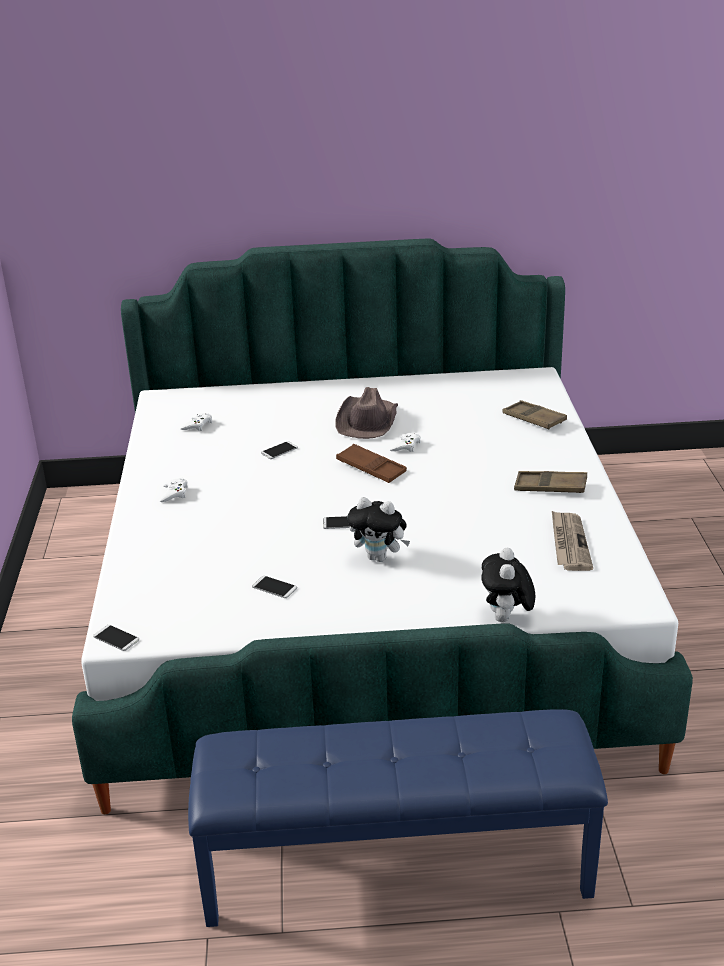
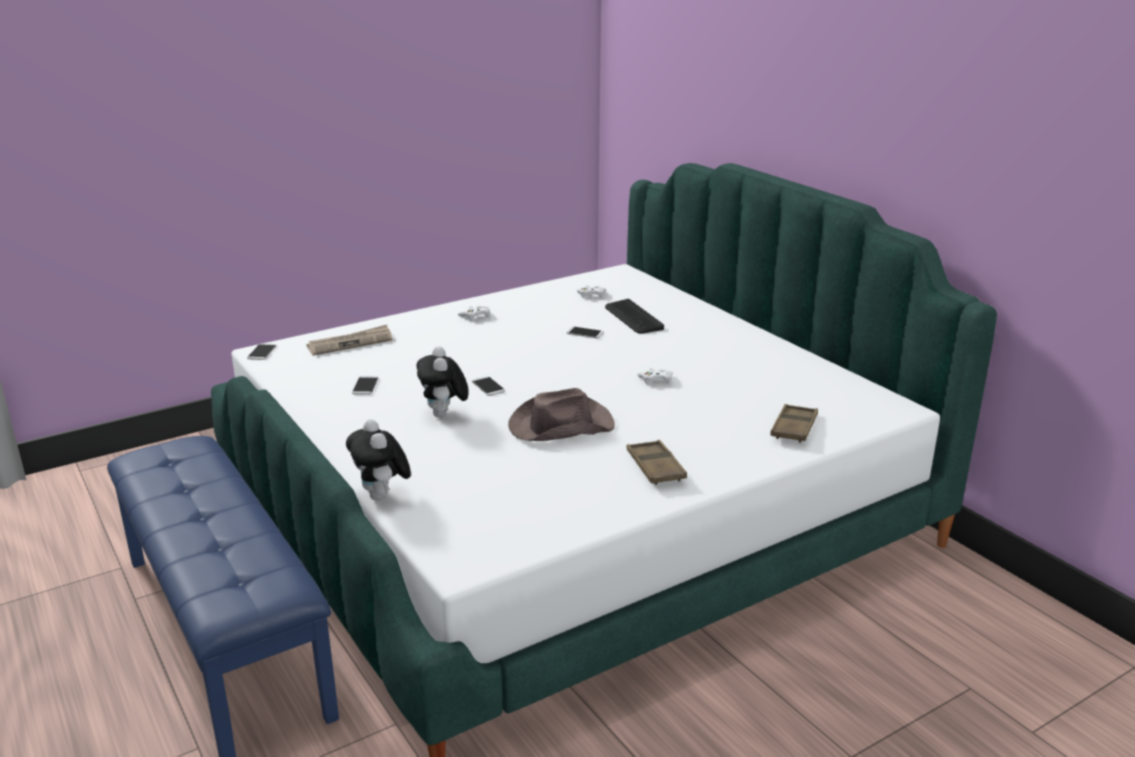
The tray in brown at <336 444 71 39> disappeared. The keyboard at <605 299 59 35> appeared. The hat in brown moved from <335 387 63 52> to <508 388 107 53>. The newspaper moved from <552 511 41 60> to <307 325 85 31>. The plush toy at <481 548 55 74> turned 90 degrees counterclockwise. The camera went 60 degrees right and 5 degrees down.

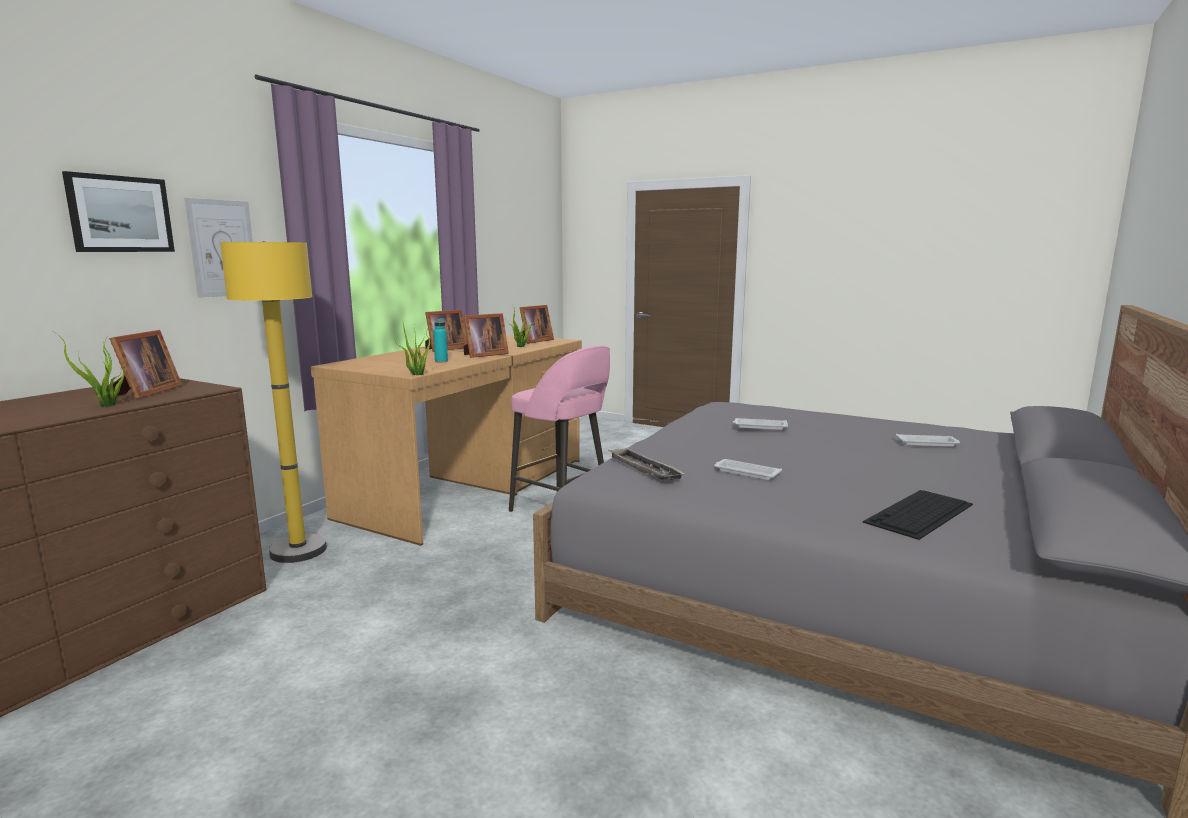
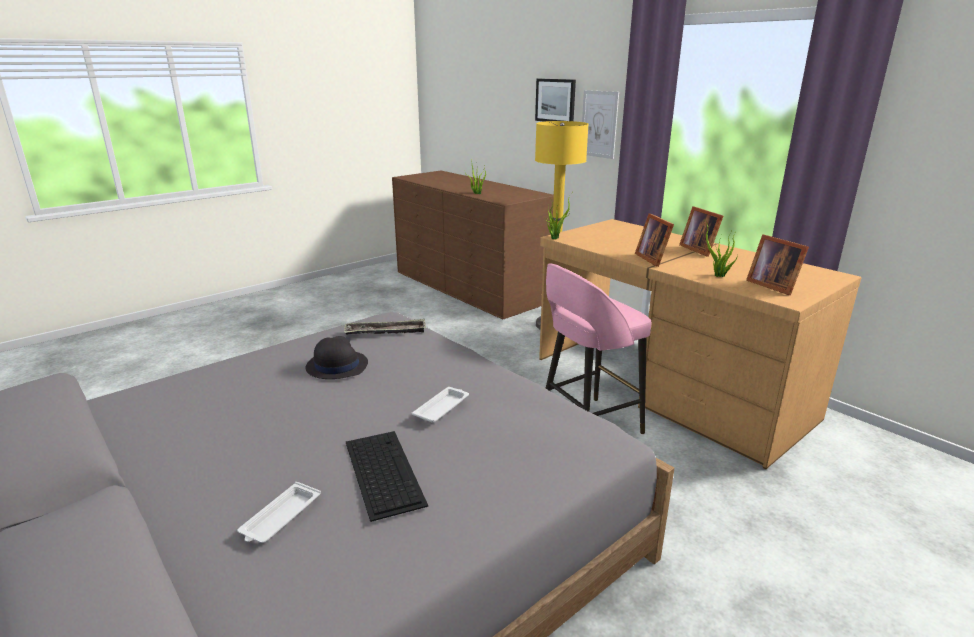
The picture frame at <110 330 72 69> disappeared. The bottle in turquoise at <433 318 15 45> disappeared. The keyboard moved from <863 490 110 50> to <346 431 82 91>. The tray in white at <714 459 68 21> was replaced by the hat in black at <305 336 63 43>. The camera went 110 degrees right and 10 degrees up.

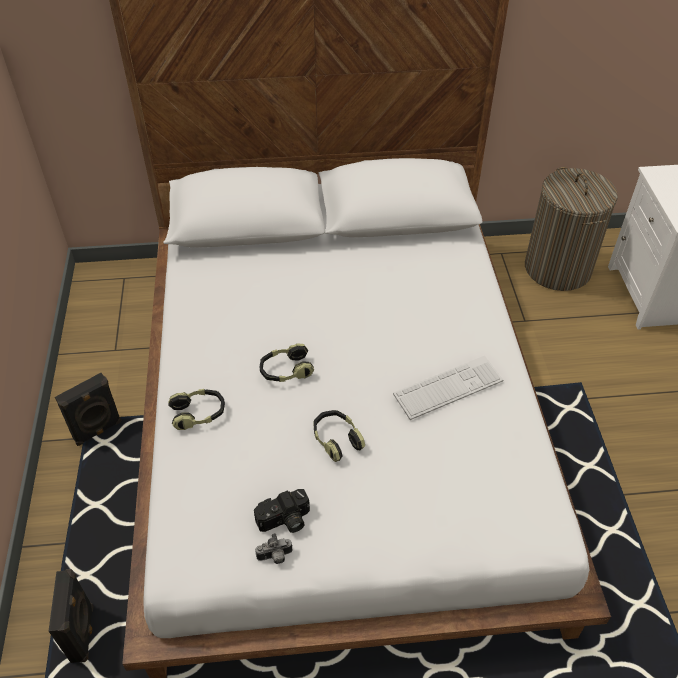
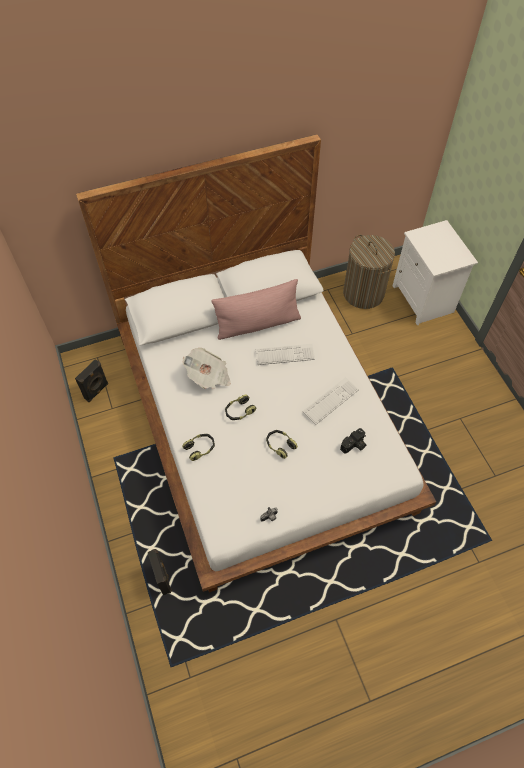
The newspaper at <183 348 48 41> appeared. The pillow in pink at <211 279 90 61> appeared. The keyboard at <256 344 59 21> appeared. The speaker in black moved from <55 373 66 73> to <75 359 33 43>. The photo camera moved from <254 489 56 44> to <340 428 26 26>. The camera went 15 degrees left and 10 degrees up.

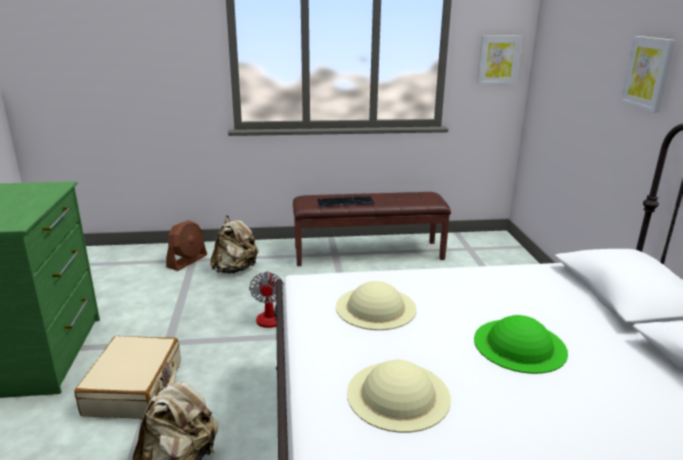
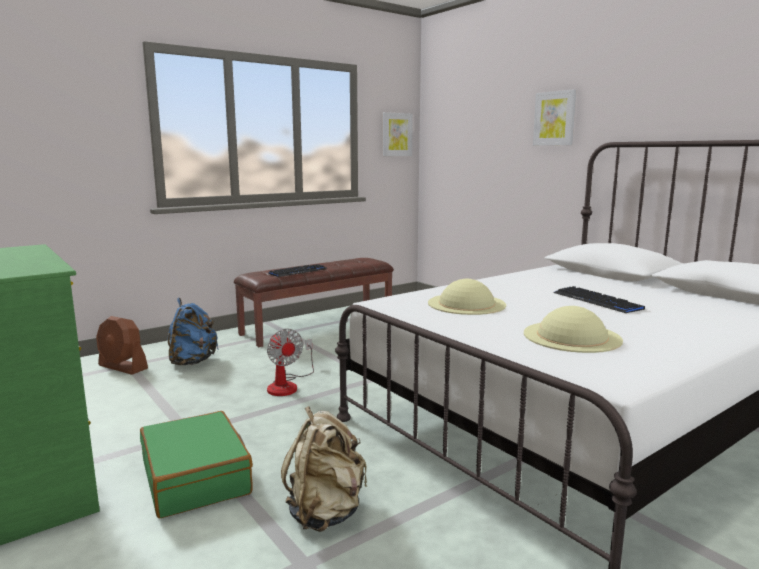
The hat in green at <474 315 94 59> was replaced by the keyboard at <554 286 91 27>. The suitcase in beige at <74 336 107 83> became the suitcase in green at <140 411 113 107>. The backpack in beige at <210 215 49 58> became the backpack in blue at <168 298 51 67>. The fan in brown at <166 220 41 51> turned 120 degrees clockwise. The camera went 30 degrees left and 10 degrees down.

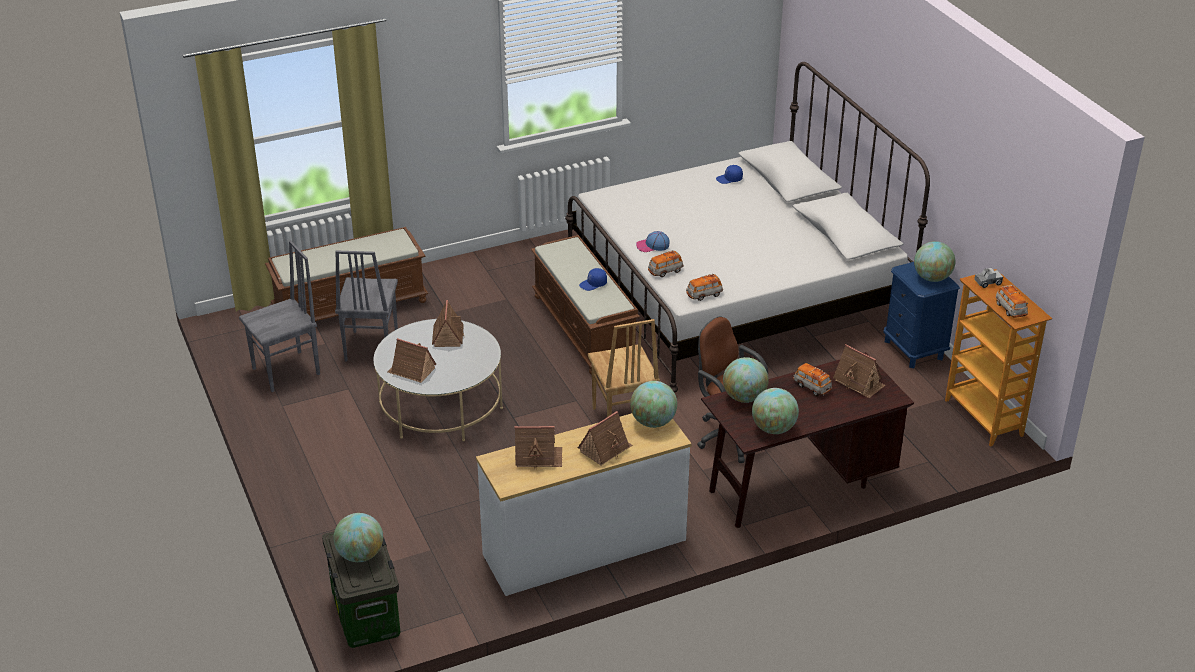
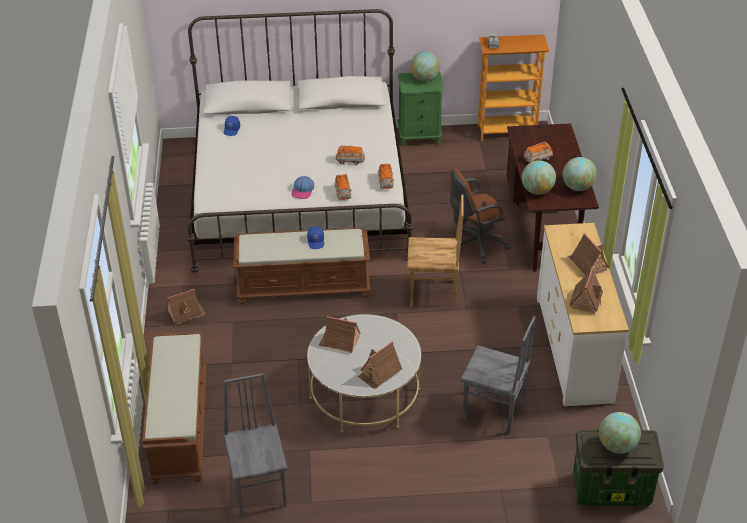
The globe at <630 381 47 47> disappeared. The chair in grey moved from <335 250 63 112> to <460 316 76 118>. The toy house moved from <833 344 53 54> to <167 289 39 35>. The toy car moved from <996 285 32 32> to <336 146 29 19>. The nightstand in blue at <883 262 77 106> became the nightstand in green at <398 72 46 75>. The camera went 70 degrees left and 5 degrees up.

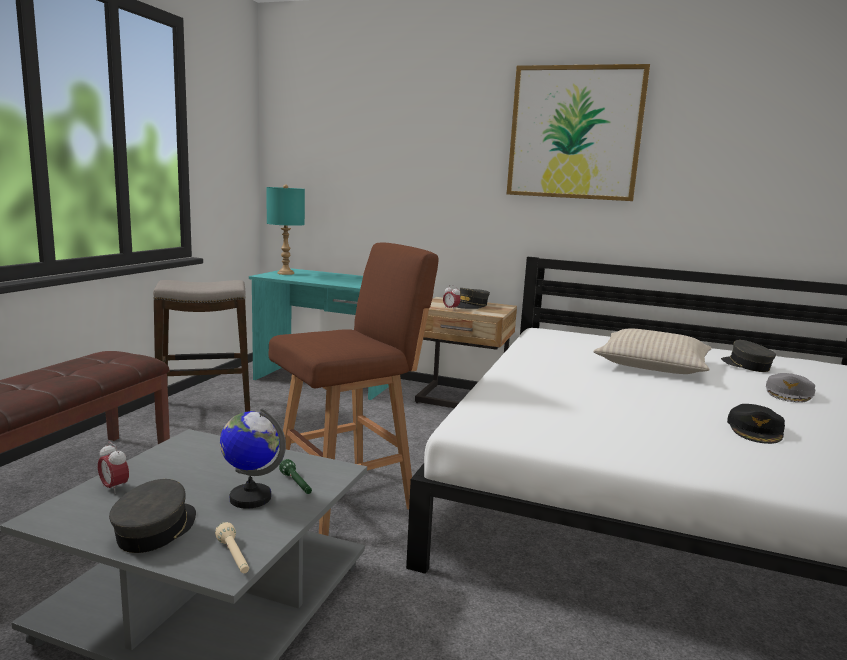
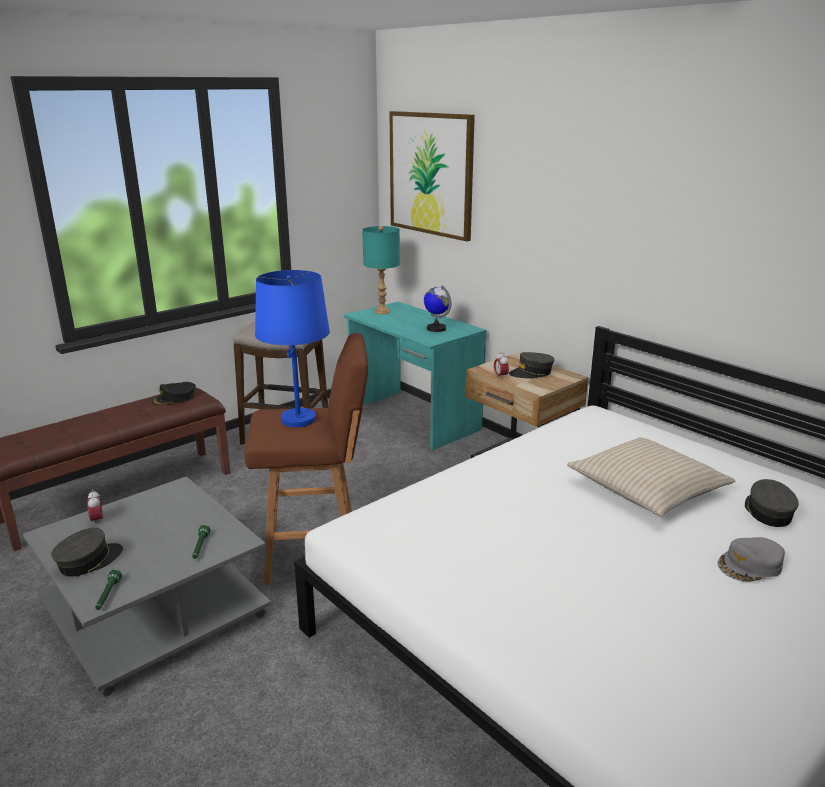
The table lamp in blue at <255 270 75 157> appeared. The globe moved from <220 408 66 101> to <424 285 27 47>. The picture moved from <507 64 143 137> to <389 111 86 130>. The cap in black moved from <727 404 58 40> to <152 382 44 24>. The flashlight in beige at <215 522 34 51> became the flashlight in green at <95 569 27 41>. The camera went 30 degrees right and 10 degrees up.

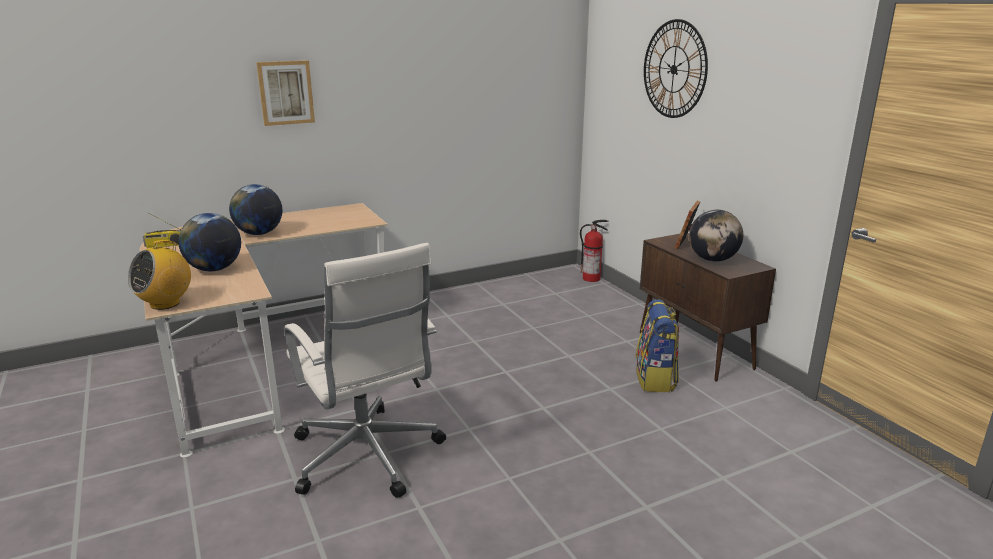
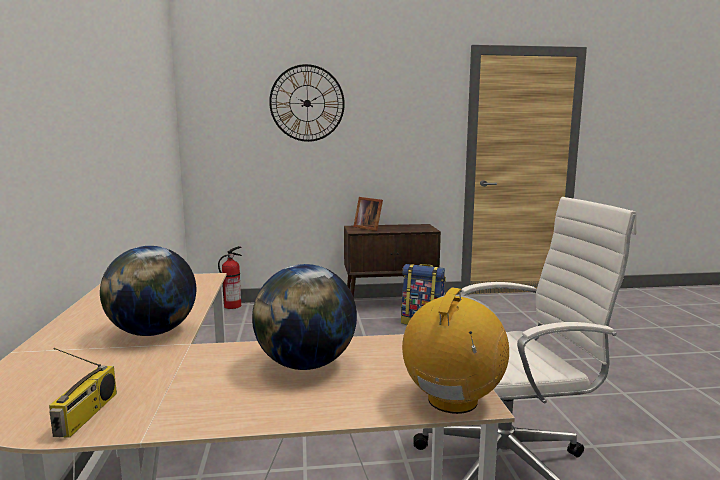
The picture at <256 60 59 66> disappeared. The globe at <689 210 54 52> disappeared. The radio at <128 240 63 70> turned 120 degrees counterclockwise. The camera went 70 degrees left and 10 degrees down.

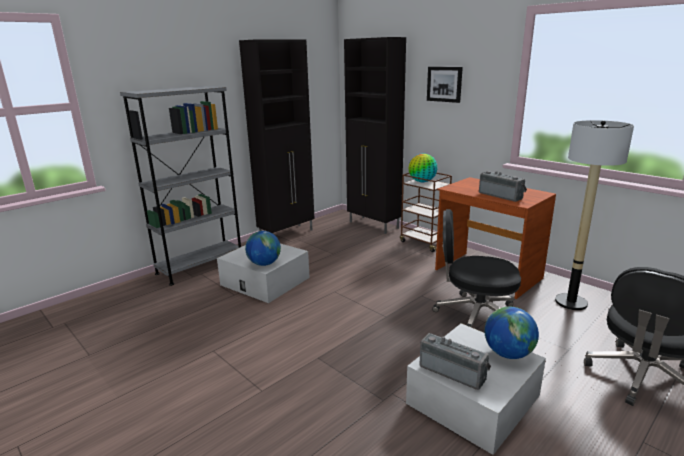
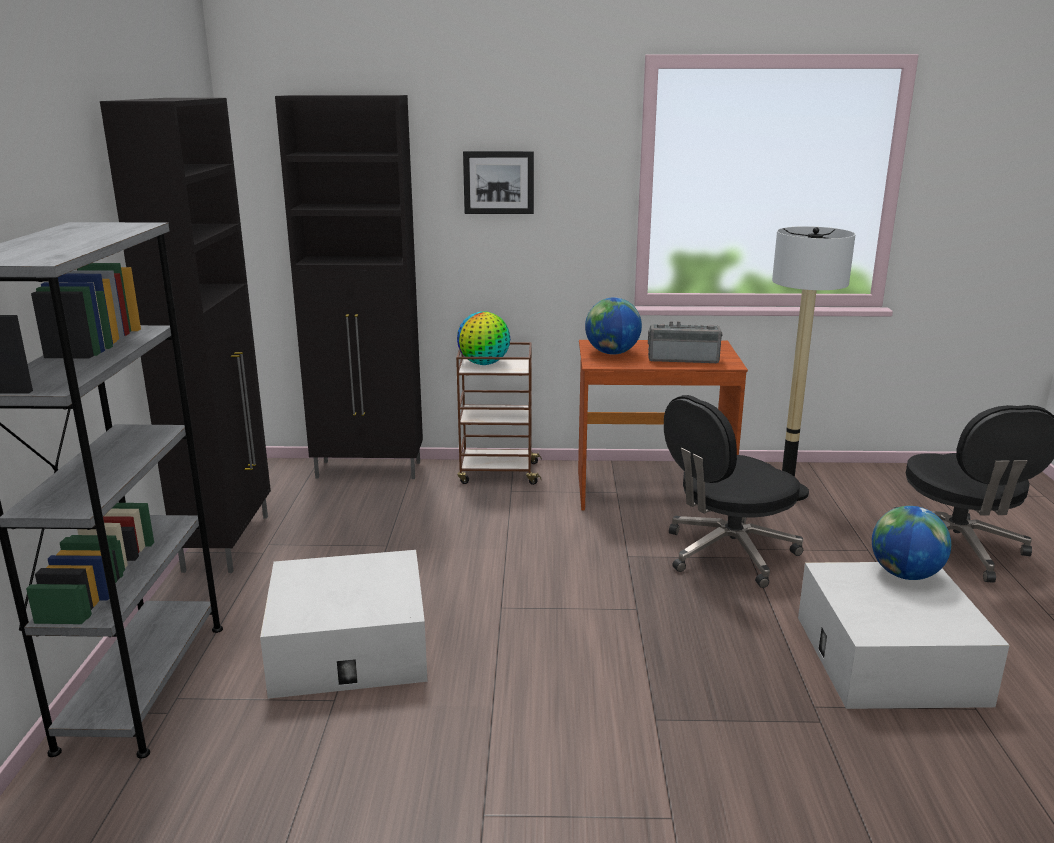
The radio at <419 333 72 57> disappeared. The globe moved from <245 231 36 35> to <585 297 57 57>. The camera went 45 degrees left and 0 degrees up.

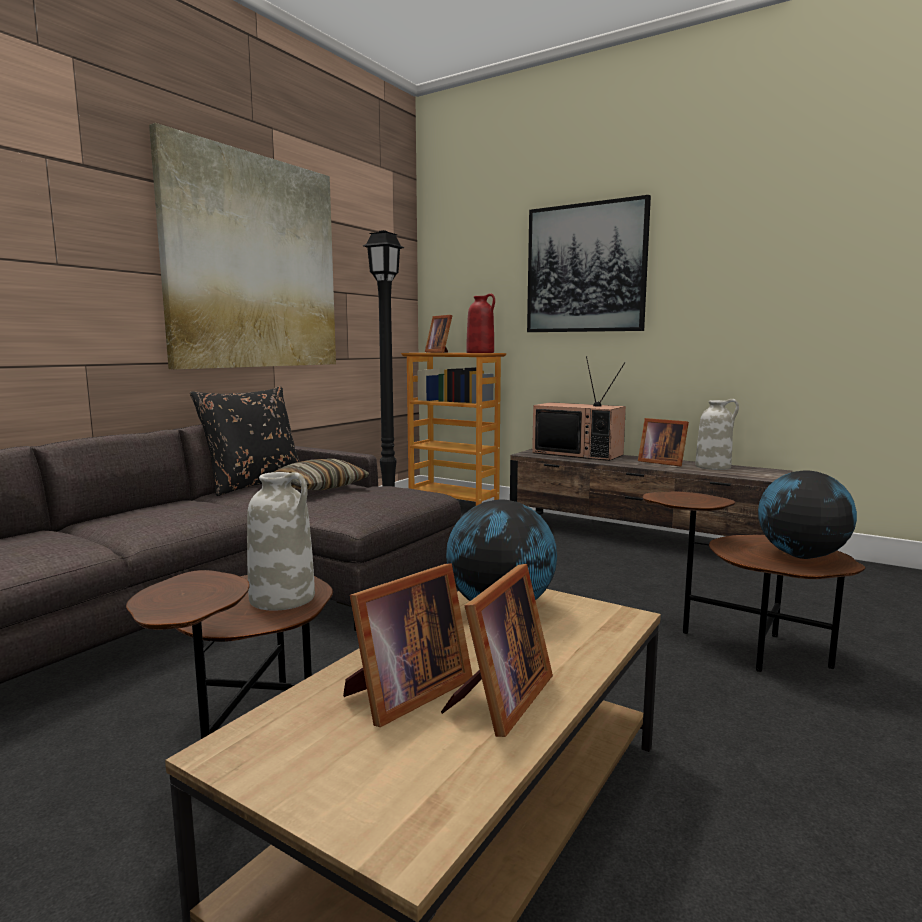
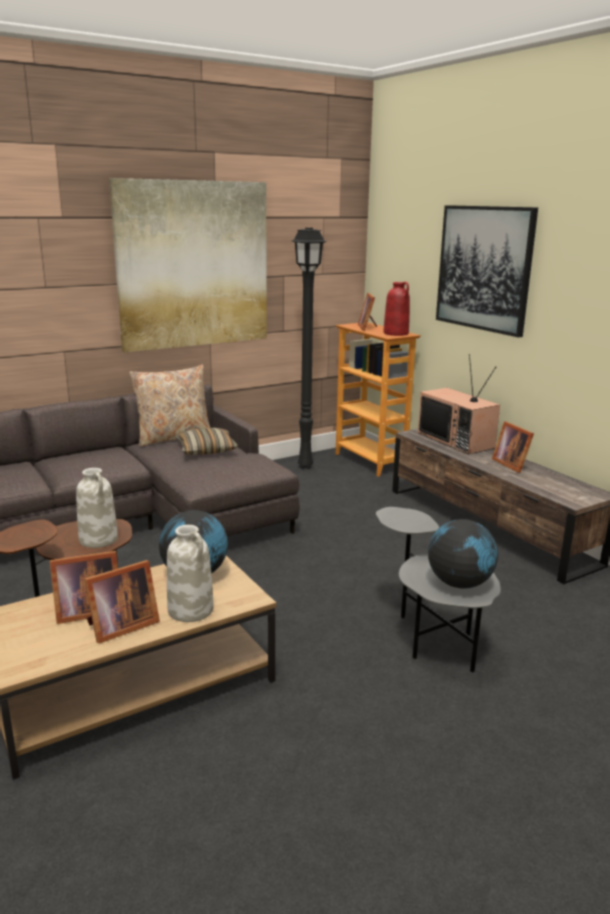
The vase in white moved from <695 399 44 71> to <167 525 47 97>. The pillow in black at <190 386 110 110> became the pillow in beige at <129 365 81 82>. The side table in brown at <642 491 223 181> became the side table in grey at <376 507 125 166>. The camera went 25 degrees right and 10 degrees up.

